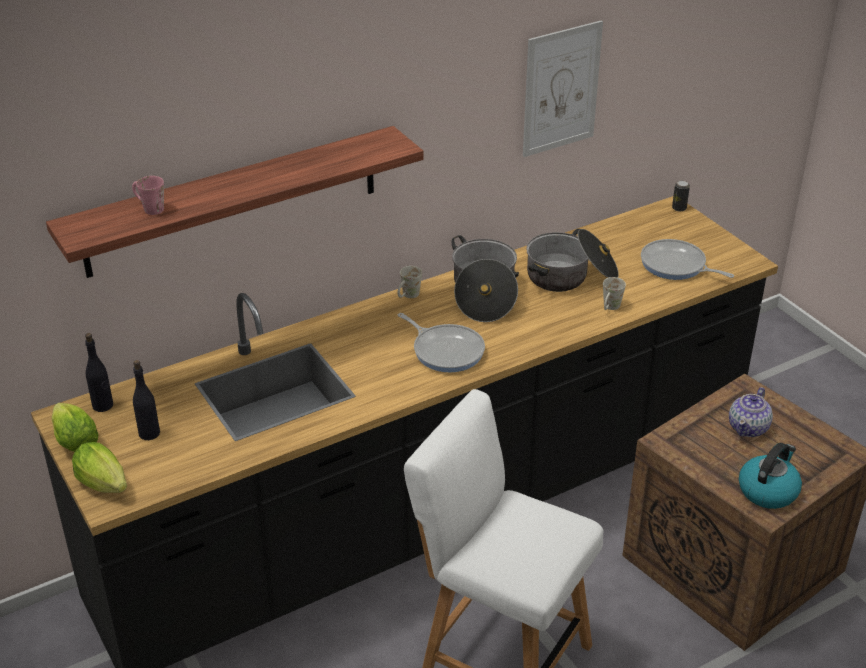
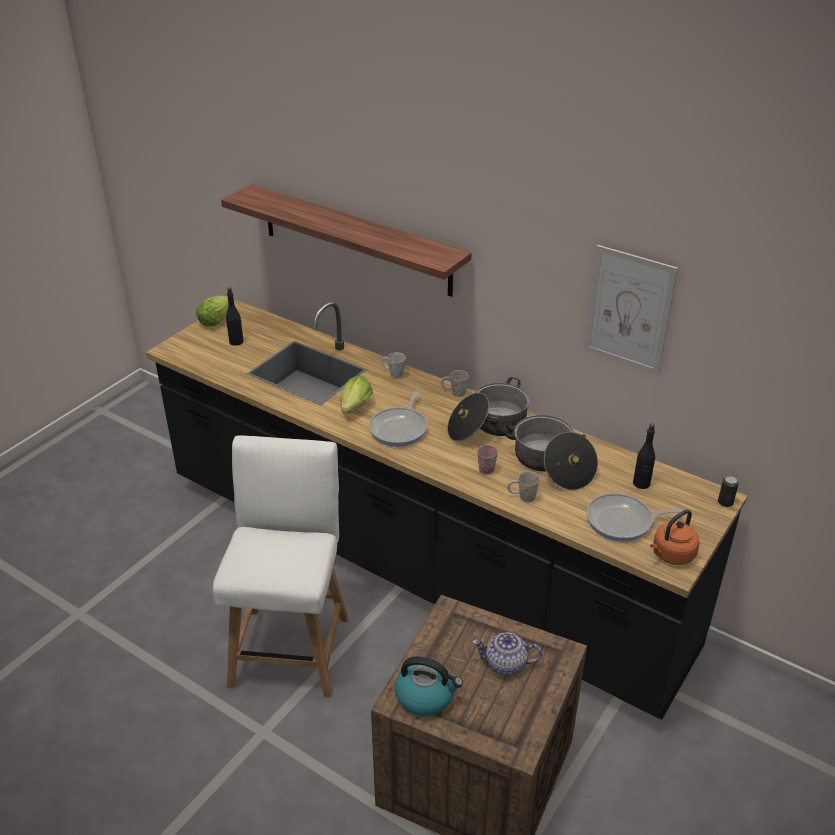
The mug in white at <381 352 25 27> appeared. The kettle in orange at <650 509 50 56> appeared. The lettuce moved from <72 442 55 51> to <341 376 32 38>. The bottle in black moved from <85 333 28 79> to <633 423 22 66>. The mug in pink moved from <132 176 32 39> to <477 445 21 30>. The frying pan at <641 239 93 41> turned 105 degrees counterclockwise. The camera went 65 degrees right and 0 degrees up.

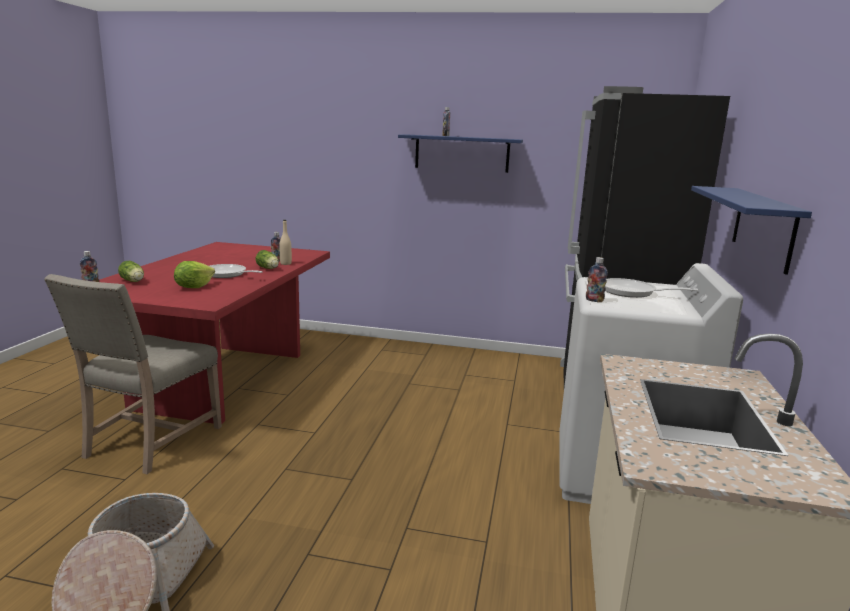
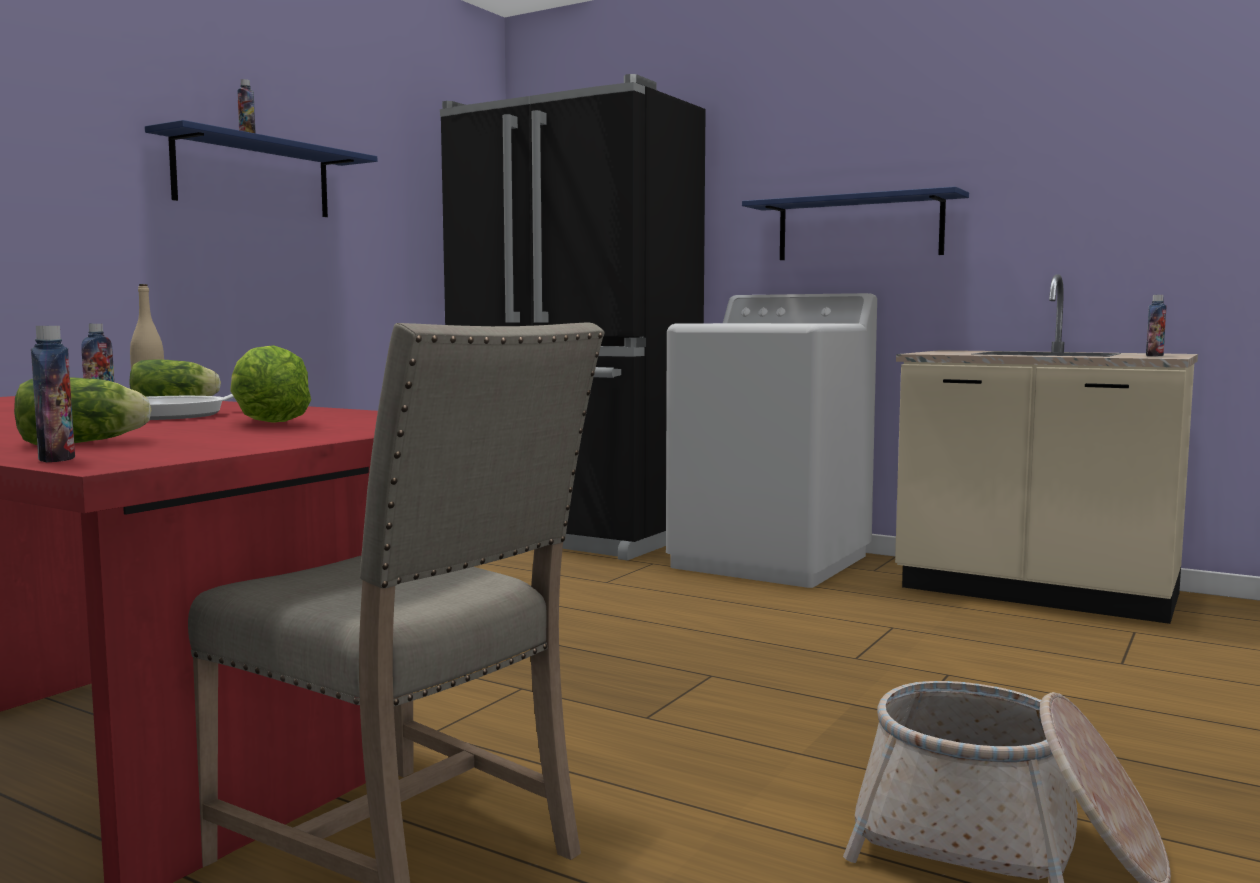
The frying pan at <605 278 93 20> disappeared. The bottle moved from <586 257 22 45> to <1146 295 21 61>. The camera went 70 degrees left and 10 degrees down.

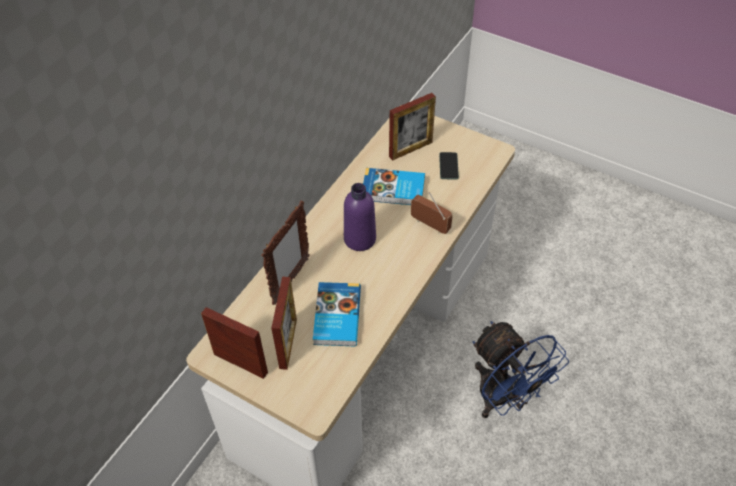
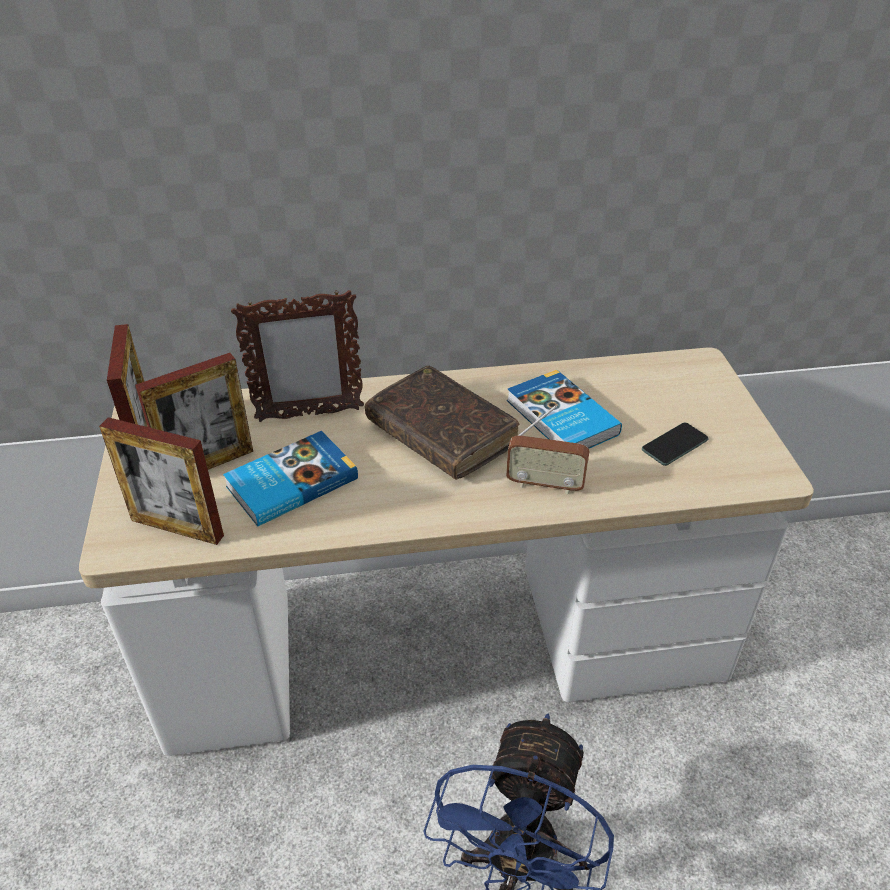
The picture frame moved from <389 93 47 68> to <99 417 125 128>. The bottle in purple at <344 183 32 68> was replaced by the book in brown at <365 366 154 114>. The radio at <411 192 42 42> turned 105 degrees clockwise. The camera went 50 degrees right and 10 degrees down.

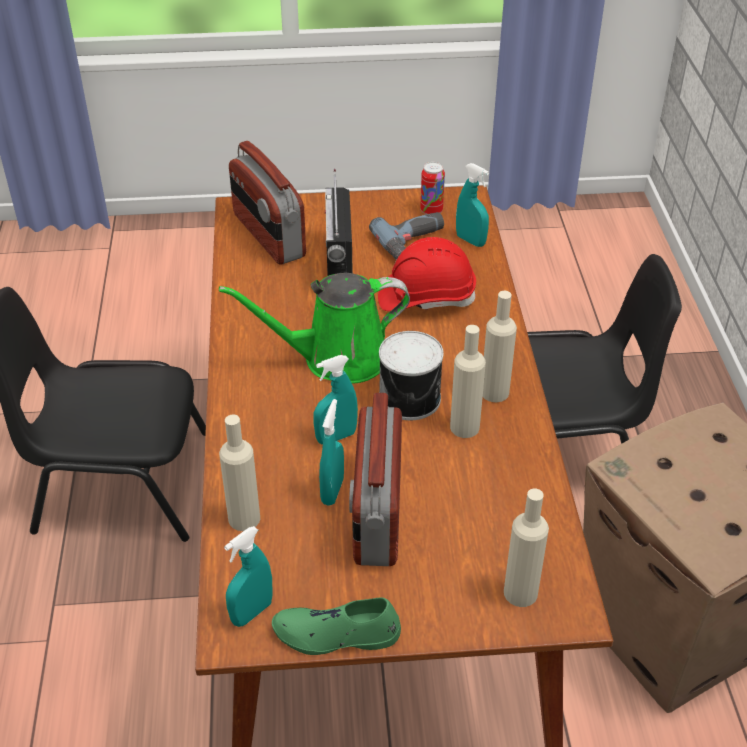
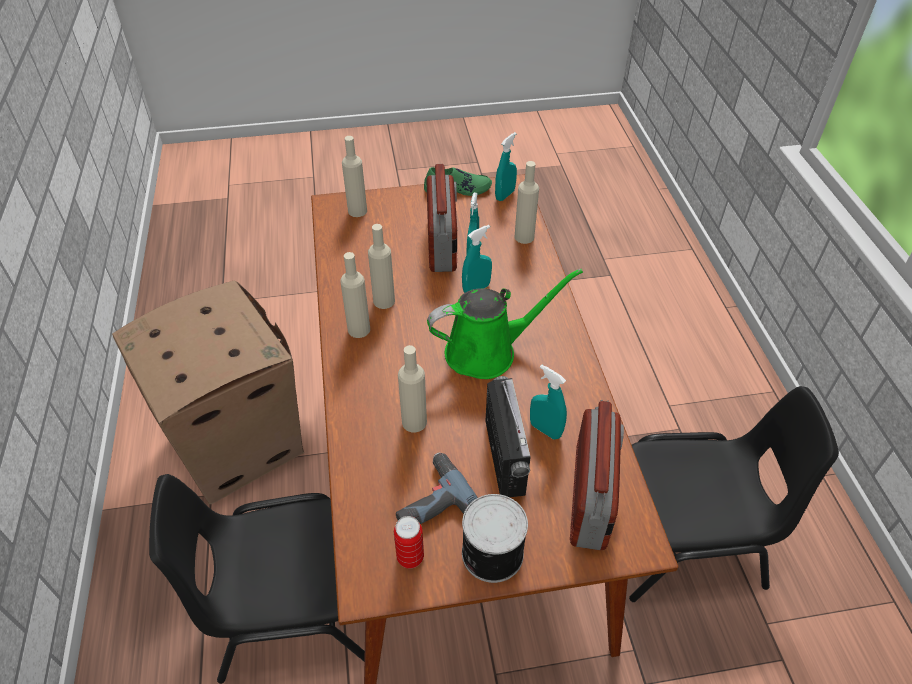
The can moved from <379 331 65 89> to <462 494 66 89>. The spray bottle in turquoise moved from <456 163 33 84> to <530 364 37 76>. The hard hat in red at <378 237 98 74> was replaced by the bottle in beige at <398 345 29 88>. The radio at <229 141 77 124> turned 45 degrees clockwise. The camera went 175 degrees right and 5 degrees up.

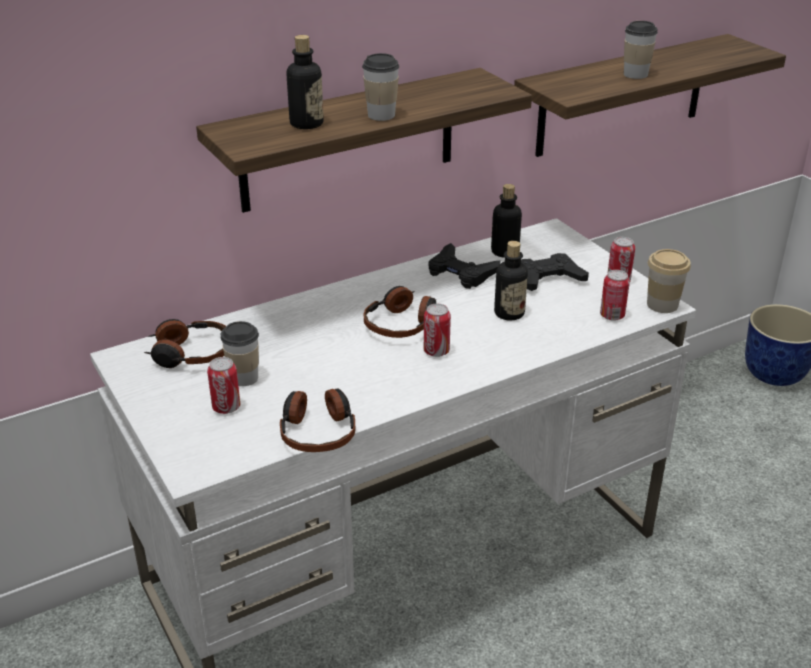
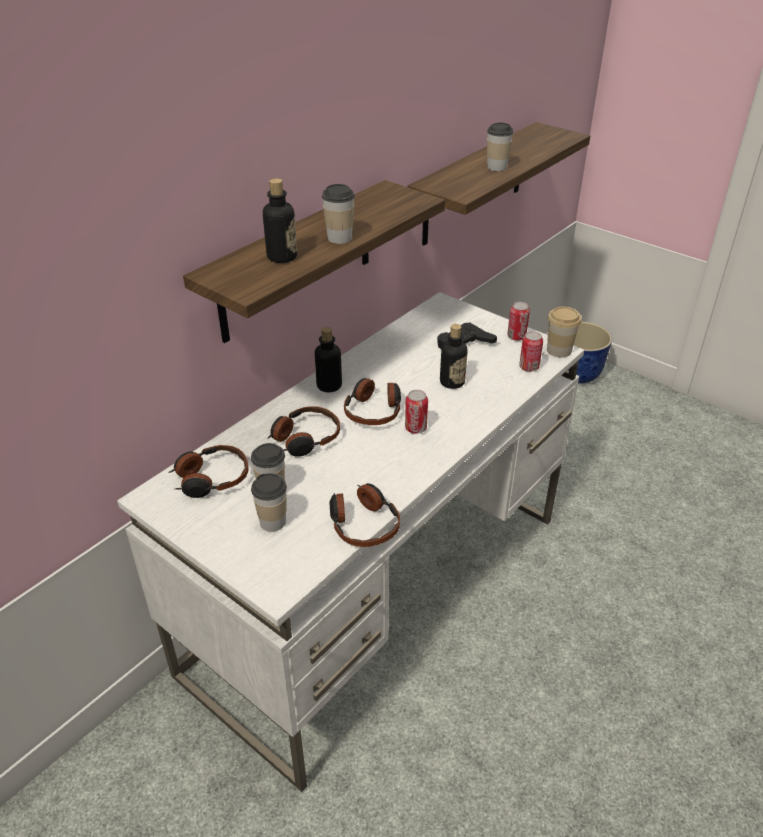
The game controller in black at <428 243 72 46> disappeared. The headphones at <267 406 73 51> appeared. The bottle moved from <491 184 31 74> to <315 327 27 65>. The can at <207 357 33 57> was replaced by the cup at <251 473 36 59>. The camera went 20 degrees left and 5 degrees up.

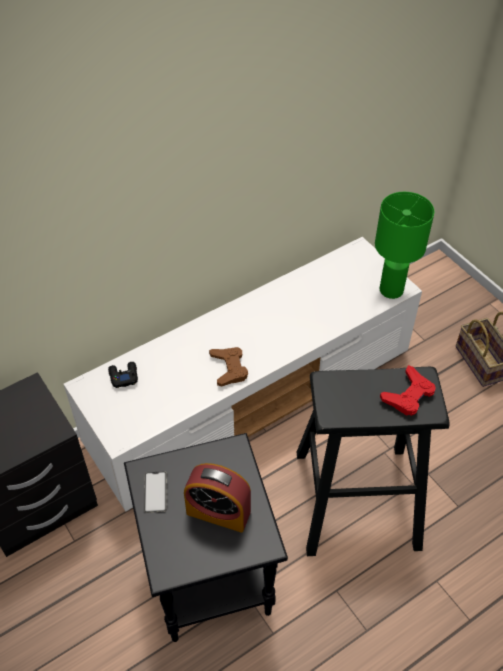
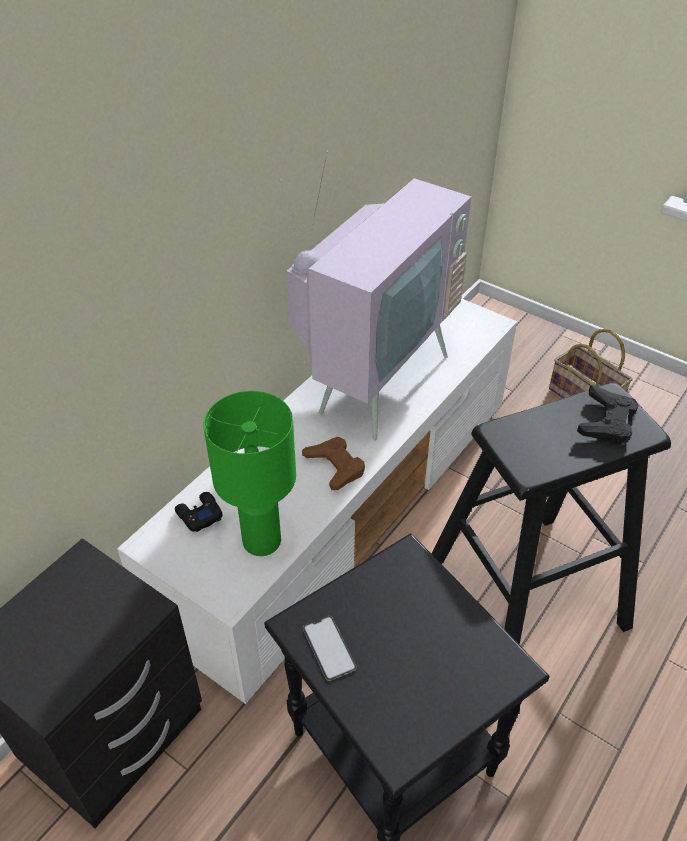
The alarm clock at <184 463 67 69> disappeared. The television at <280 150 191 290> appeared. The table lamp in green moved from <375 192 59 107> to <203 391 93 165>. The game controller in red at <380 365 55 51> became the game controller in black at <577 385 62 60>. The camera went 20 degrees left and 5 degrees down.

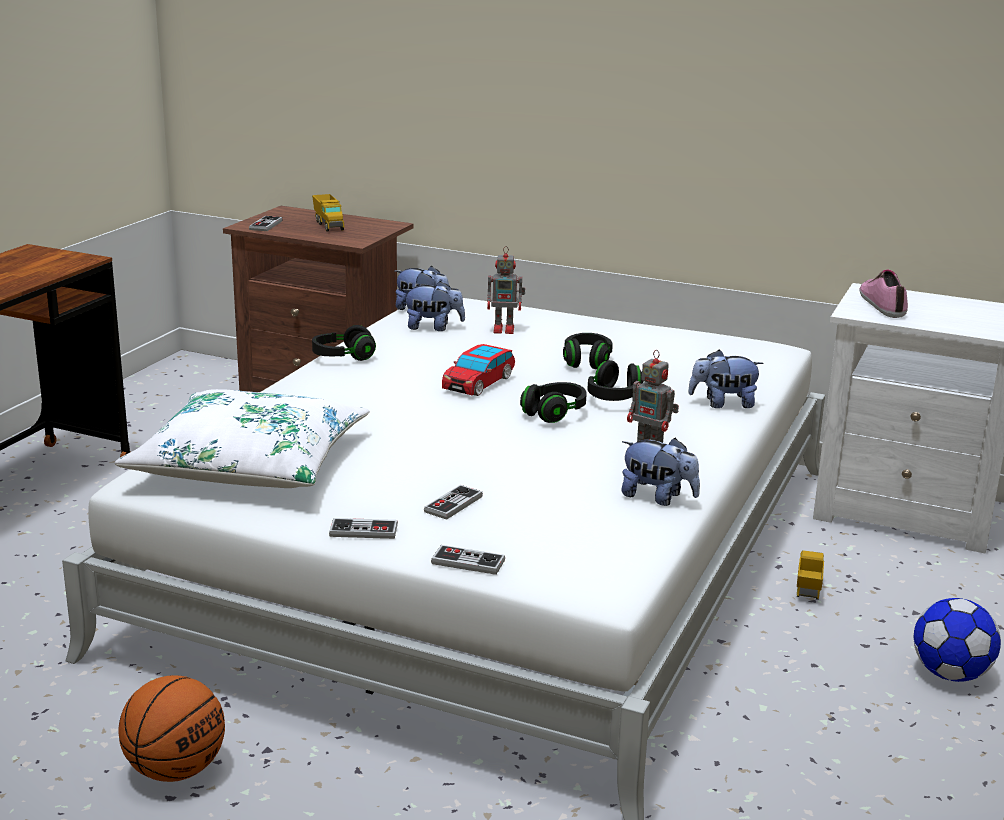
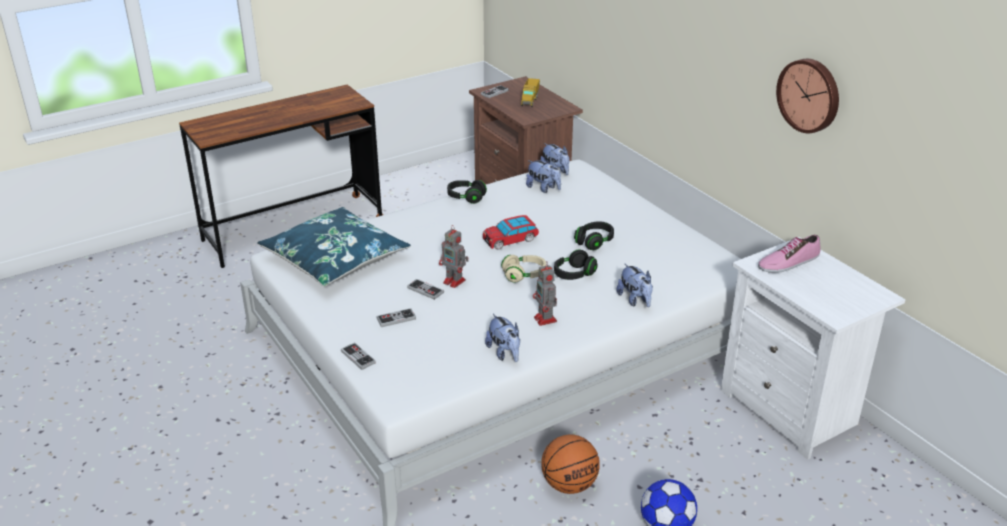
The toy truck at <797 550 27 50> disappeared. The wall clock at <776 59 63 74> appeared. The basketball moved from <118 675 107 107> to <541 434 59 60>. The game controller moved from <329 518 69 21> to <407 279 37 21>. The toy robot moved from <487 246 38 88> to <439 226 30 62>. The pillow in white at <114 389 256 99> became the pillow in blue at <257 207 154 80>. The headphones in black at <520 382 67 41> became the headphones in beige at <501 255 45 28>. The plush toy at <688 349 76 59> turned 150 degrees counterclockwise. The shoe at <860 270 48 48> turned 150 degrees counterclockwise. The camera went 35 degrees right and 10 degrees up.

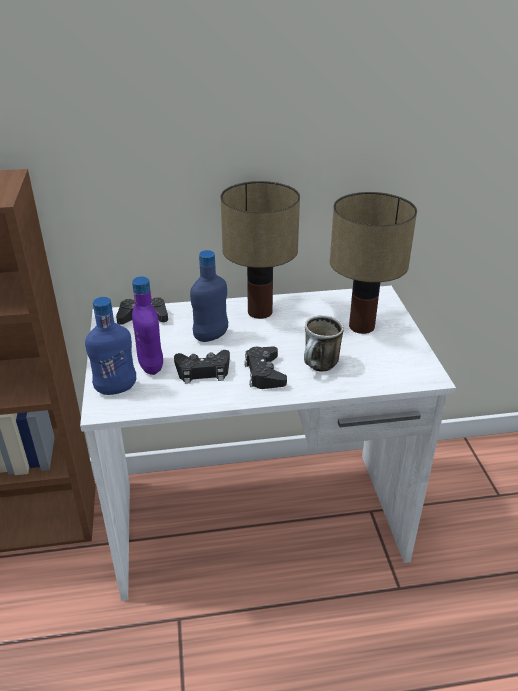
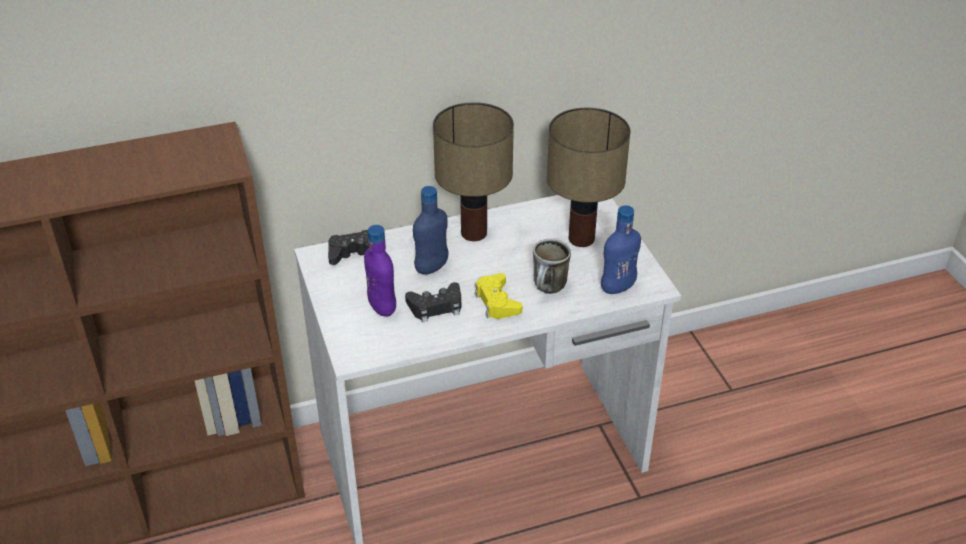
The bottle in blue moved from <85 297 51 98> to <601 205 40 89>. The game controller in black at <244 346 43 43> became the game controller in yellow at <475 273 47 46>. The camera went 10 degrees left and 5 degrees up.

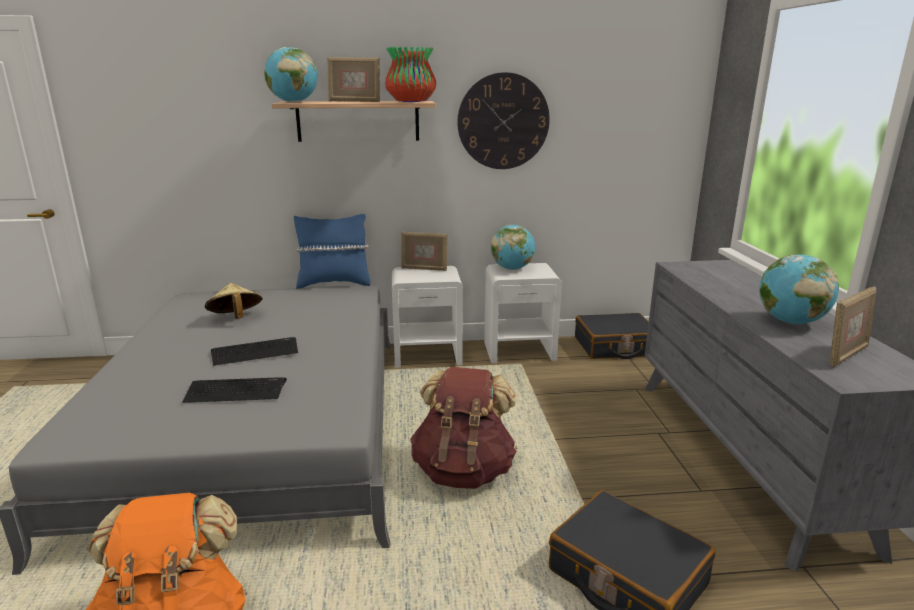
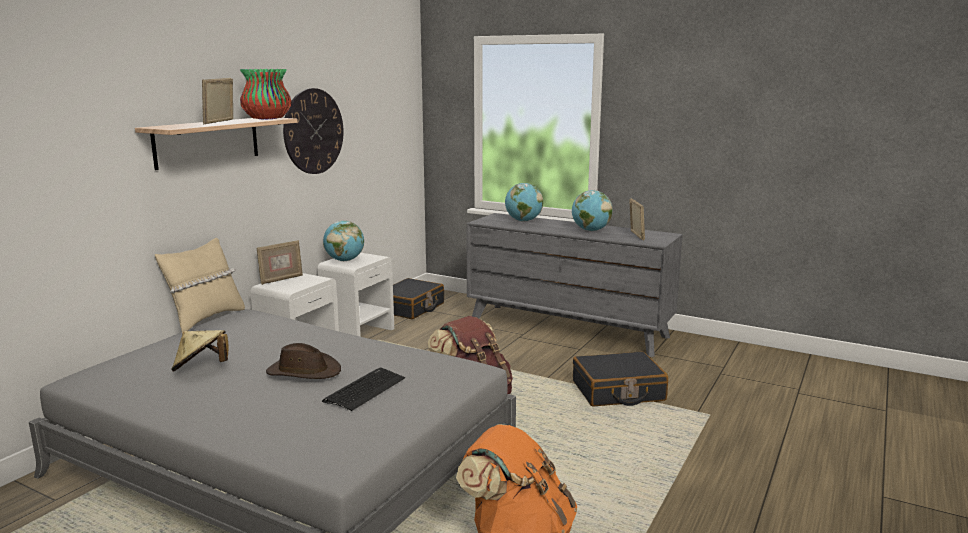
The globe moved from <264 47 54 56> to <505 183 38 39>. The keyboard at <211 337 87 29> was replaced by the hat in brown at <266 343 75 36>. The pillow in blue at <294 214 76 75> became the pillow in beige at <155 238 90 96>. The picture frame at <327 57 53 45> turned 150 degrees clockwise. The camera went 55 degrees left and 5 degrees down.

